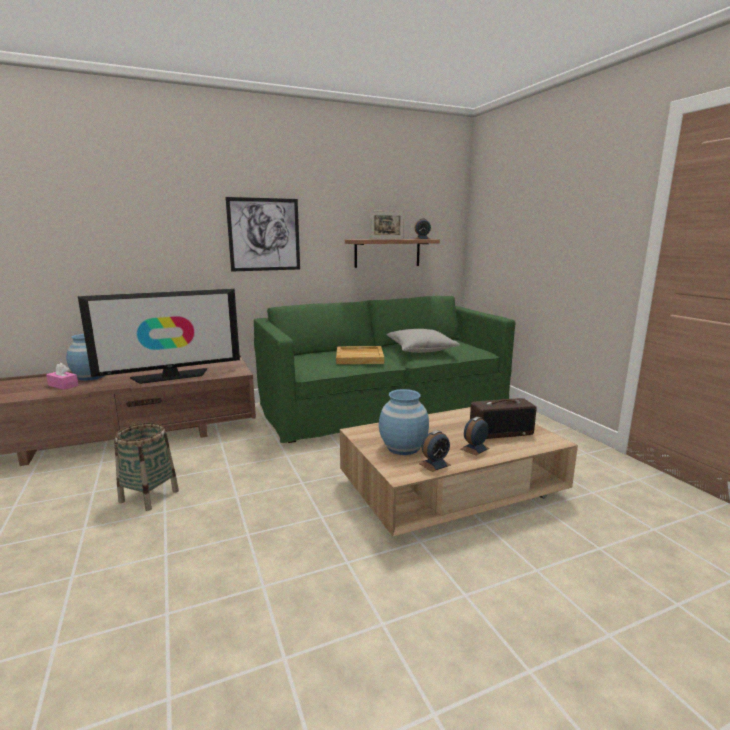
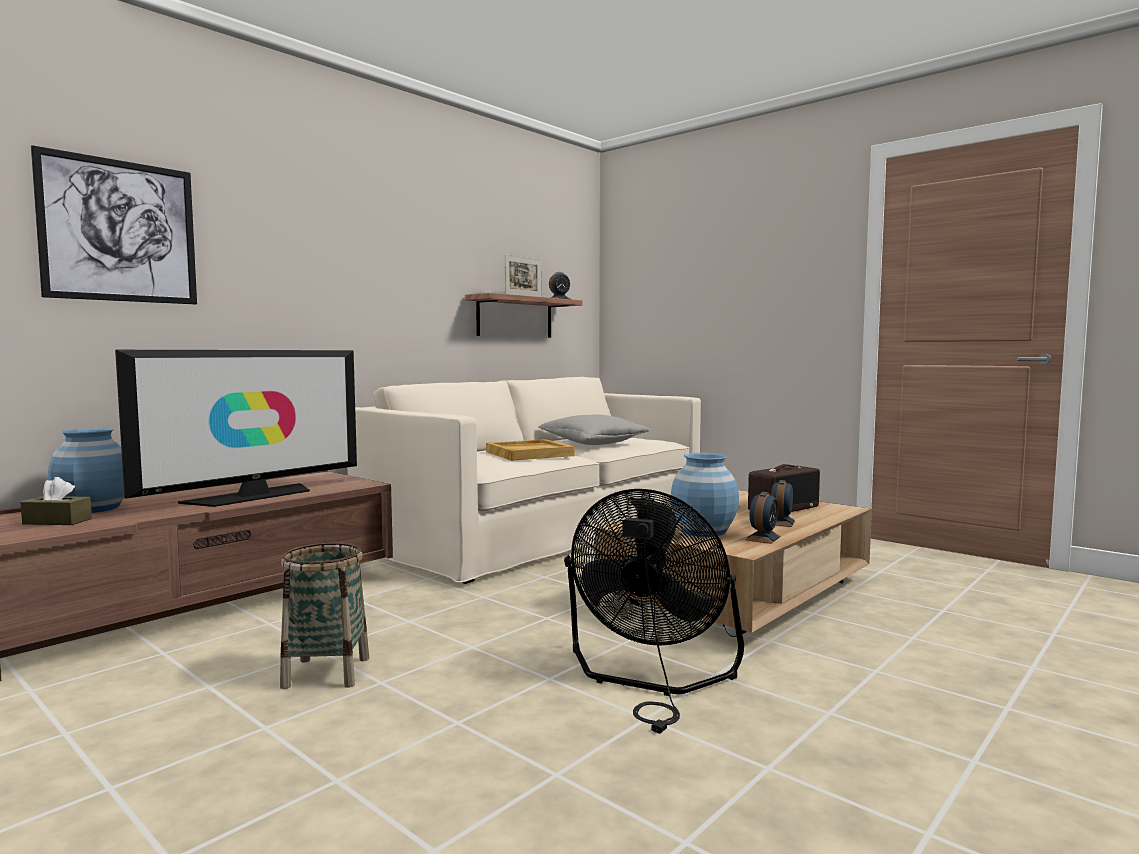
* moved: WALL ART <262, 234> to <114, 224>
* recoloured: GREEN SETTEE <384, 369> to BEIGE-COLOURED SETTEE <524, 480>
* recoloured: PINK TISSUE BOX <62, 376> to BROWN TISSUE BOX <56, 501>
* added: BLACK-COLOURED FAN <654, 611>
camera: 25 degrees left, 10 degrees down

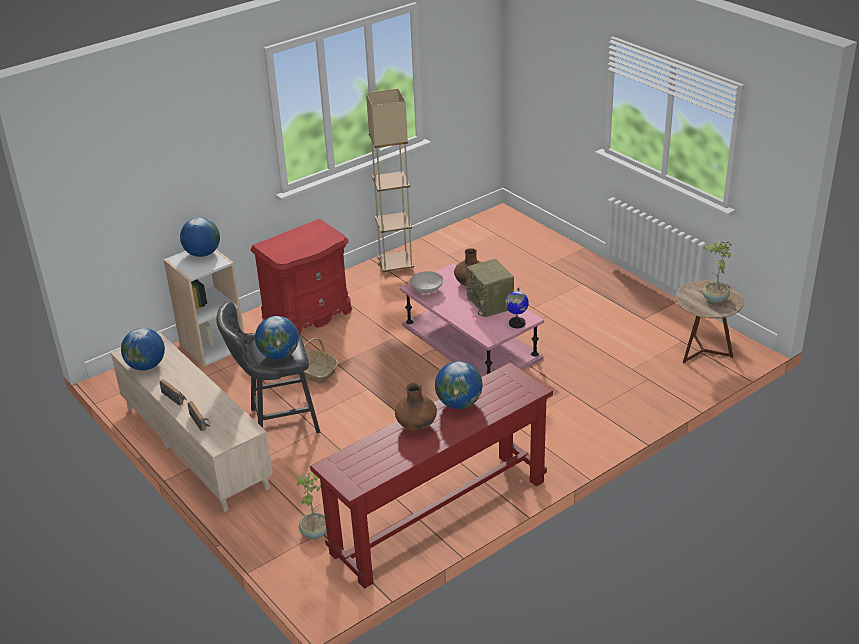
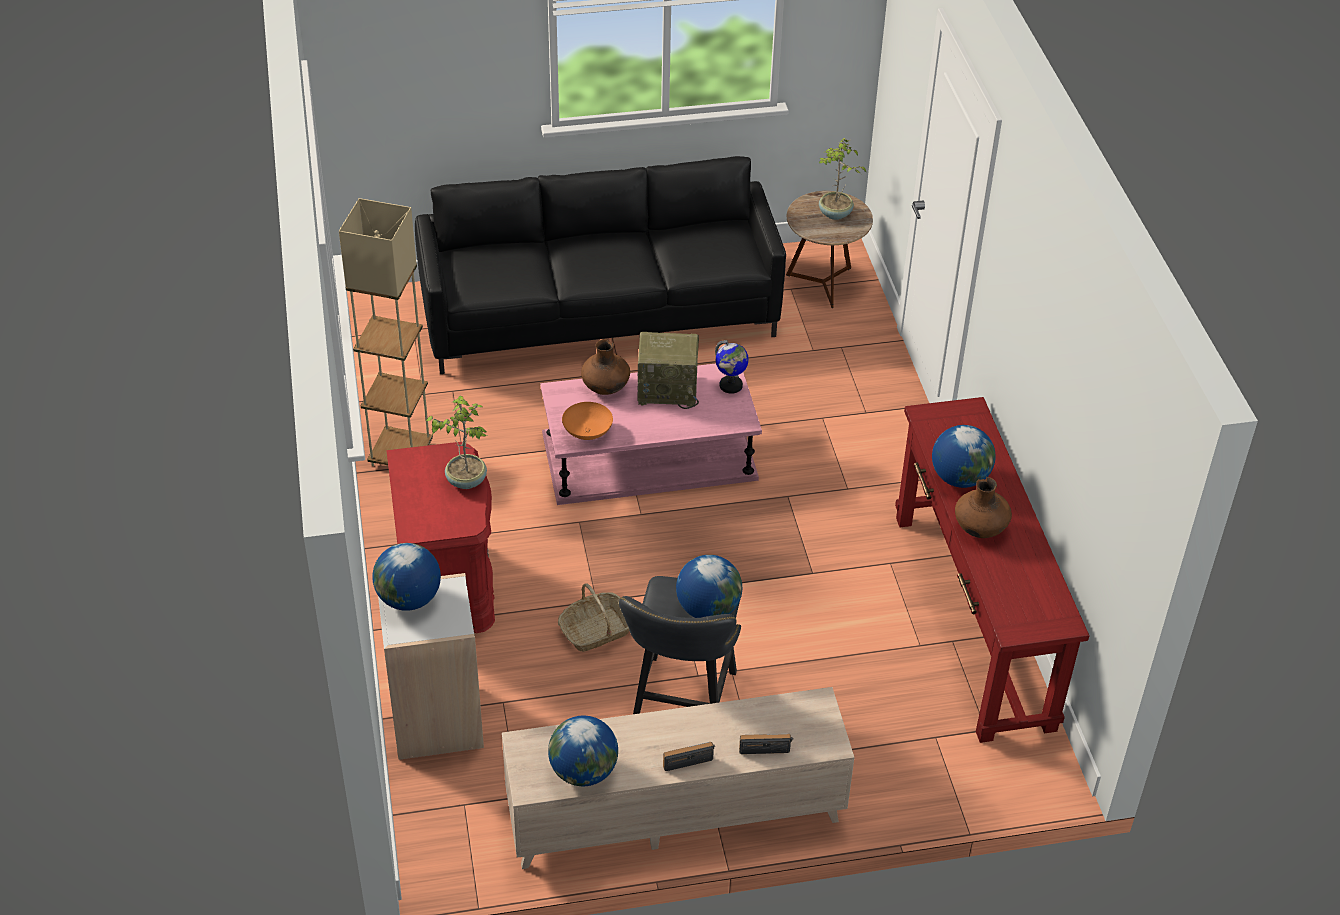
* recoloured: WHITISH SERVING BOWL <426, 282> to ORANGE SERVING BOWL <587, 421>
* moved: POTTED PLANT <311, 505> to <456, 442>
* added: BLACK-COLOURED SETTEE <600, 265>
camera: 65 degrees left, 10 degrees up

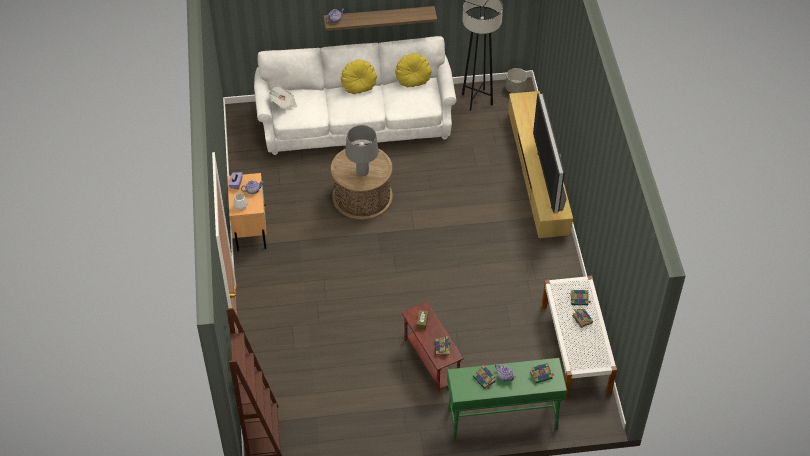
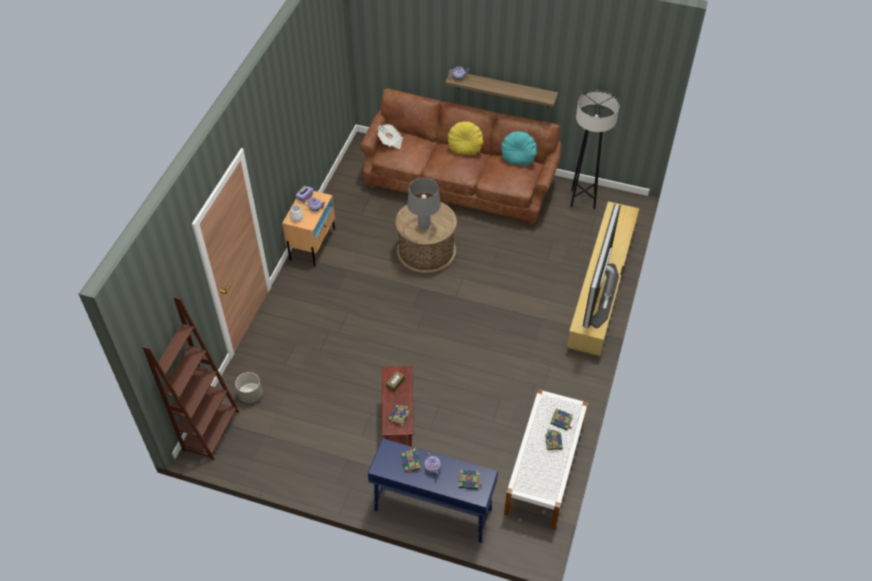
* recoloured: WHITISH SETTEE <355, 95> to BROWN SETTEE <461, 157>
* recoloured: YELLOW THROW PILLOW <413, 70> to TURQUOISE THROW PILLOW <519, 148>
* moved: GREY PLANT POT <516, 80> to <248, 387>
* recoloured: GREEN CONSOLE TABLE <507, 399> to BLUE CONSOLE TABLE <433, 490>
camera: 25 degrees right, 0 degrees up

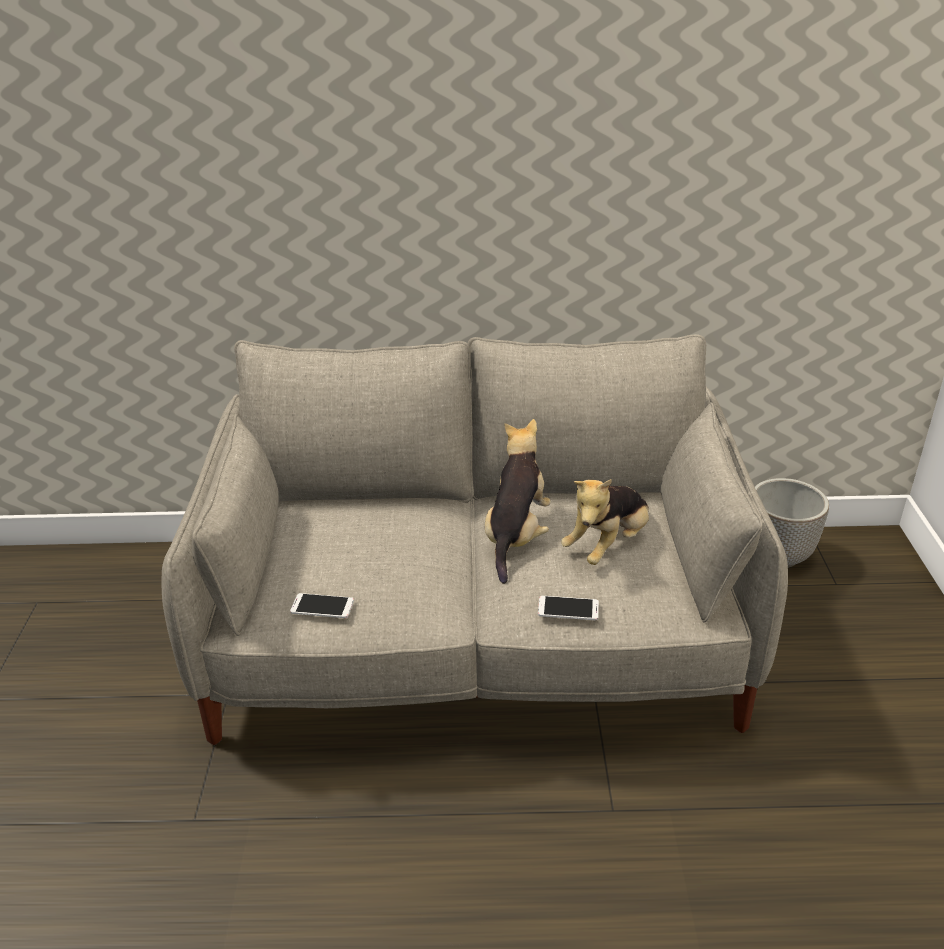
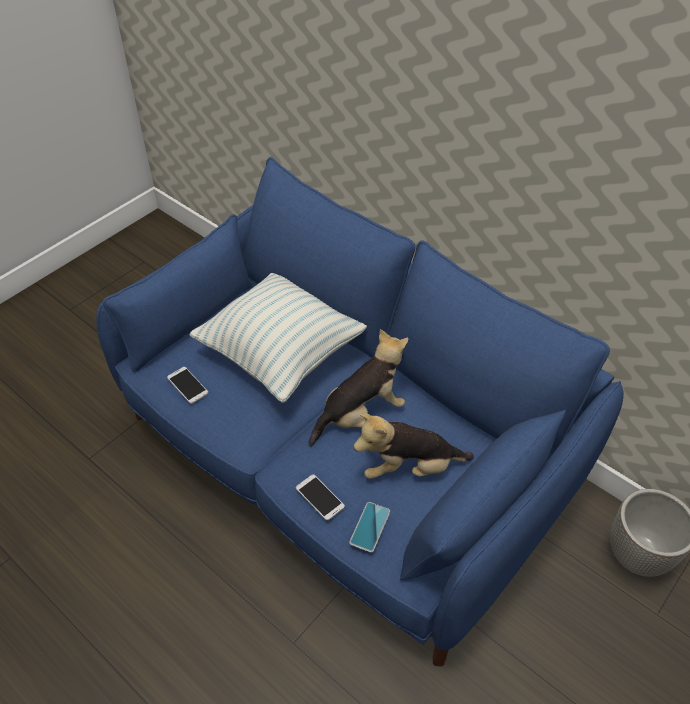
* recoloured: BEIGE-COLOURED SETTEE <474, 539> to BLUE SETTEE <360, 412>
* added: THROW PILLOW <278, 338>
* added: PHONE <369, 527>
camera: 40 degrees right, 15 degrees up

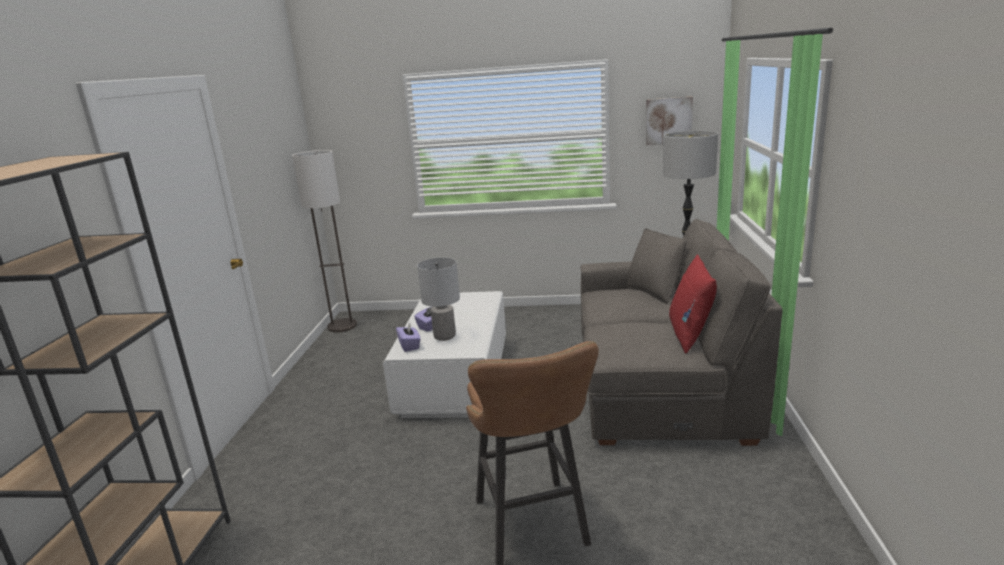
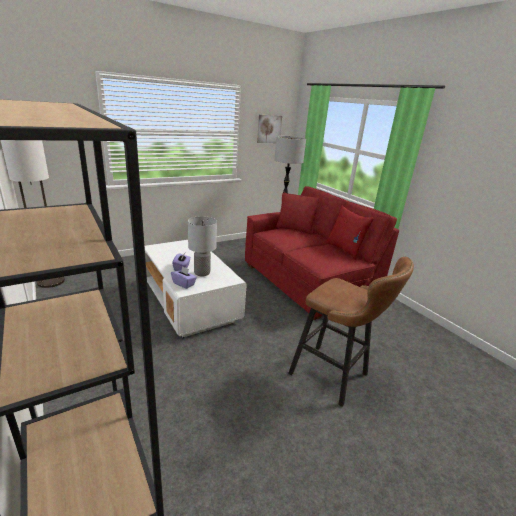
* recoloured: GREY SETTEE <681, 332> to RED SETTEE <322, 253>
camera: 40 degrees left, 5 degrees up

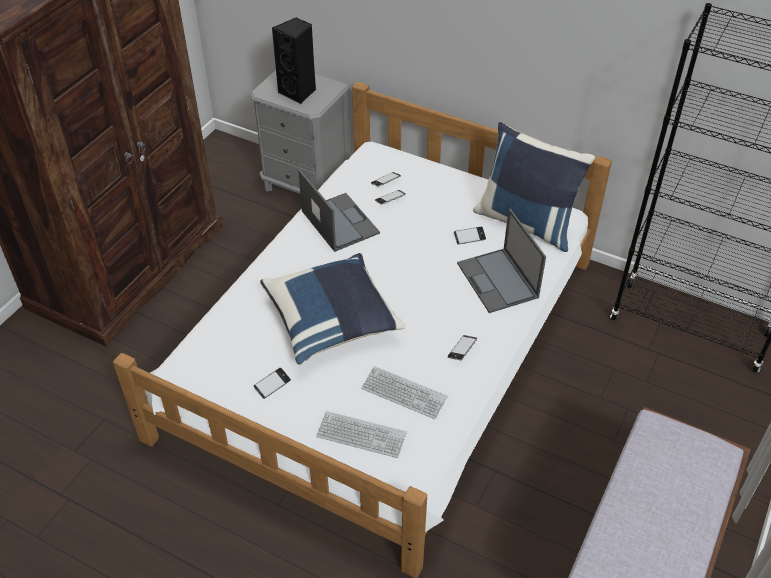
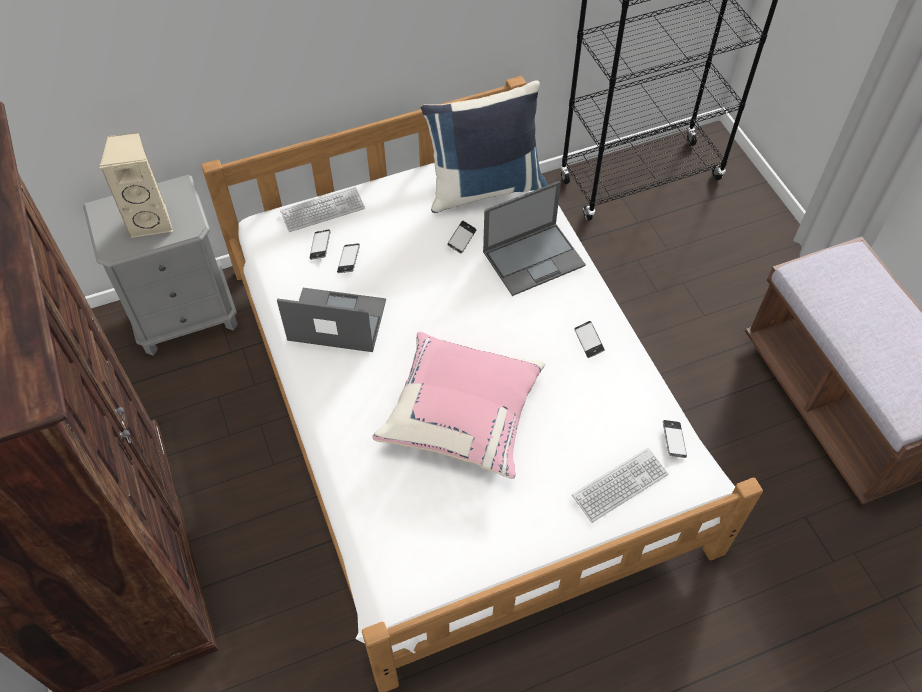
* recoloured: BLACK-COLOURED LOUDSPEAKER <294, 60> to BEIGE-COLOURED LOUDSPEAKER <136, 185>
* turned: LAPTOP <501, 261> = <534, 238> 45 degrees counterclockwise
* recoloured: BLUE THROW PILLOW <332, 309> to PINK THROW PILLOW <458, 405>
* moved: COMPUTER KEYBOARD <404, 392> to <322, 209>
* moved: PHONE <272, 383> to <675, 439>
camera: 50 degrees left, 10 degrees up

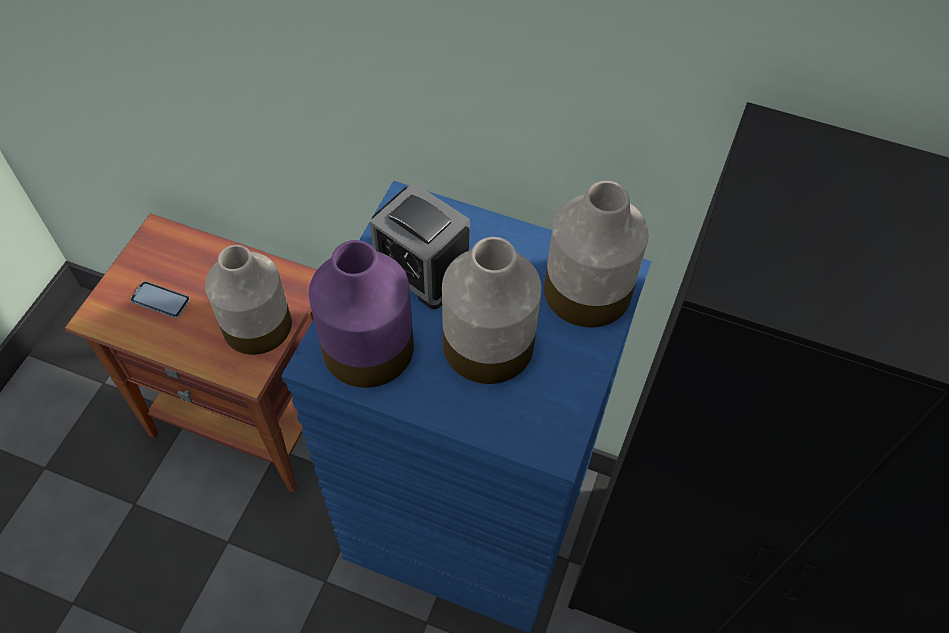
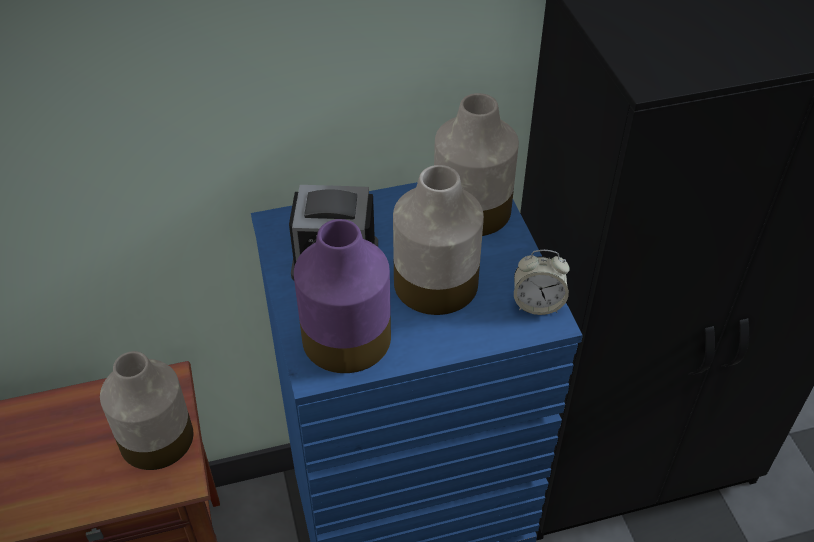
* removed: PHONE <160, 299>
* added: ALARM CLOCK <542, 282>
camera: 35 degrees left, 10 degrees down

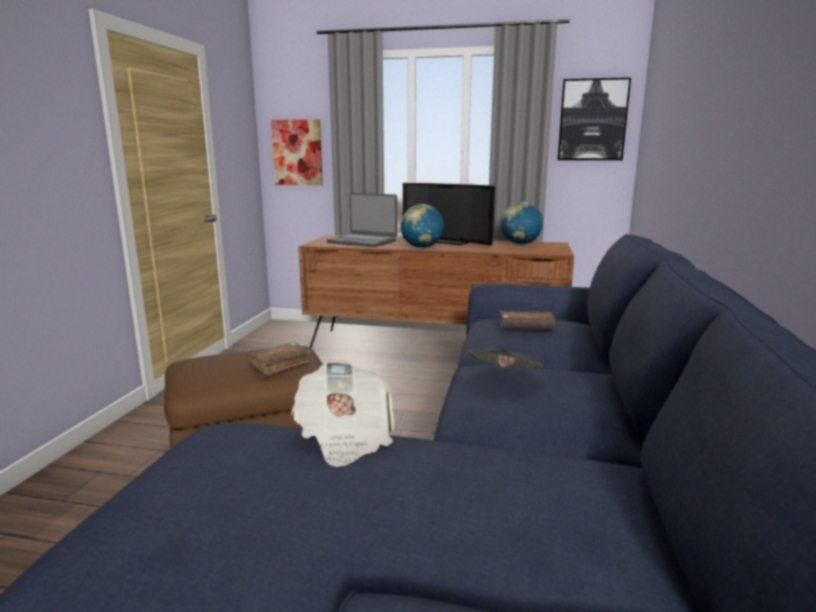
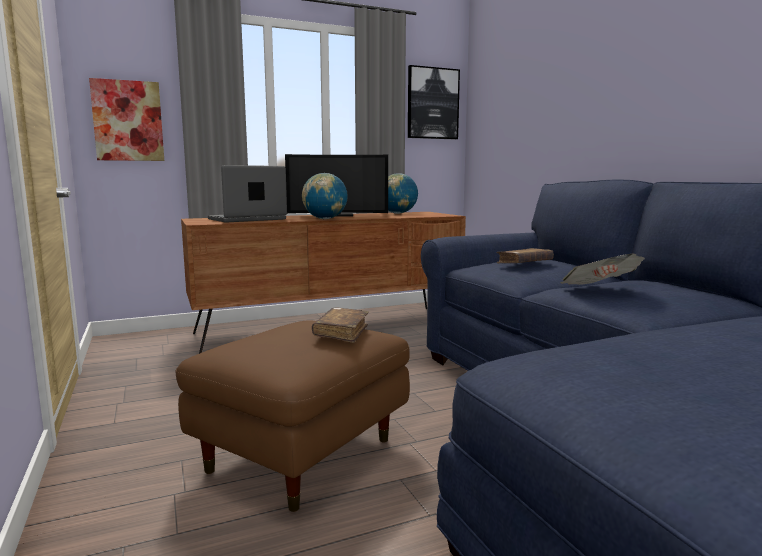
* turned: LAPTOP <362, 220> = <247, 194> 150 degrees clockwise
* removed: PRINTED PAPER <342, 413>
camera: 35 degrees left, 5 degrees down

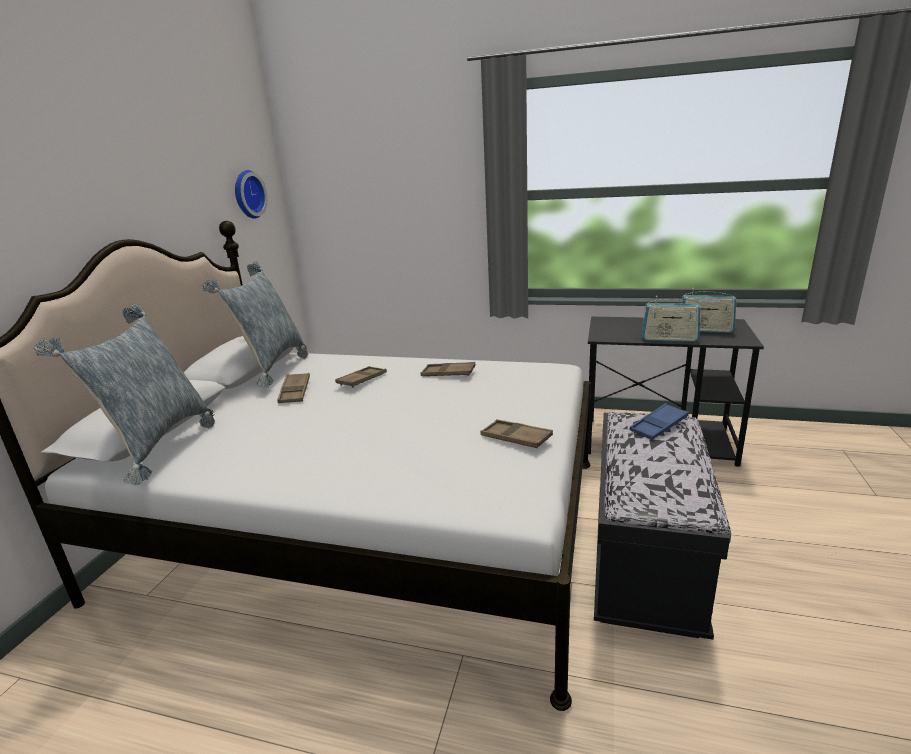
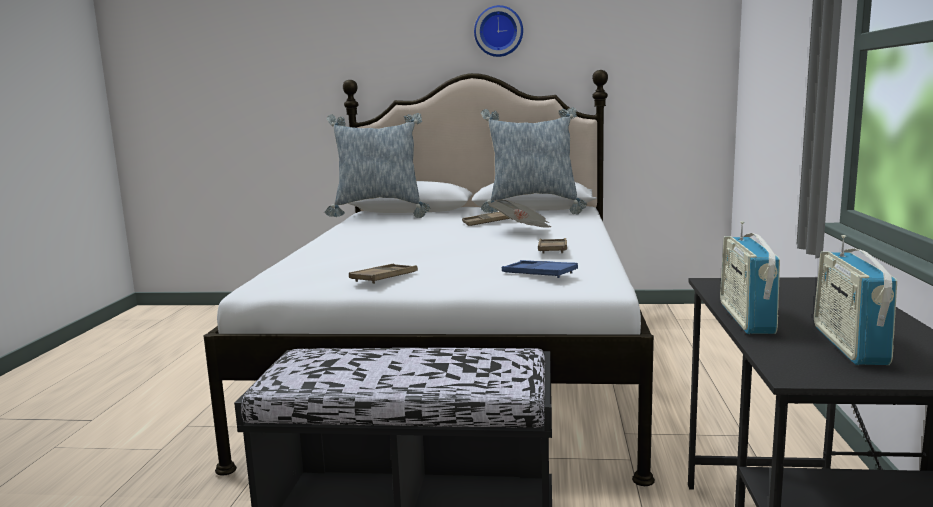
* moved: HANGING CLOCK <251, 194> to <498, 31>
* replaced: BROWN CARRYING TRAY <361, 377> to PRINTED PAPER <519, 214>
* moved: BLUE CARRYING TRAY <659, 421> to <540, 269>
camera: 80 degrees right, 10 degrees down

